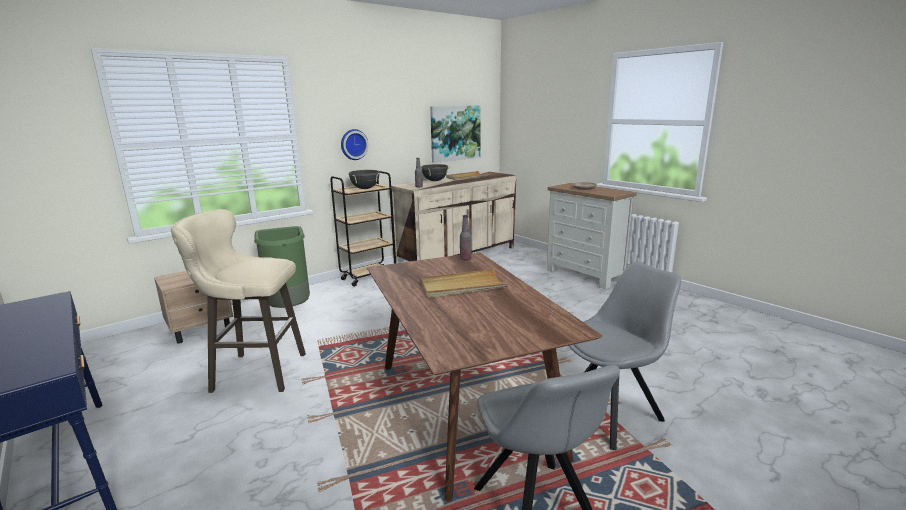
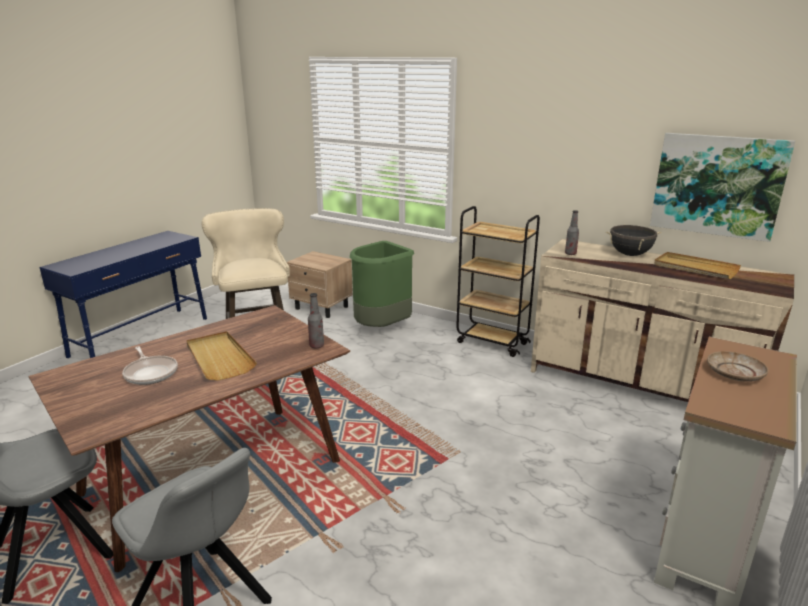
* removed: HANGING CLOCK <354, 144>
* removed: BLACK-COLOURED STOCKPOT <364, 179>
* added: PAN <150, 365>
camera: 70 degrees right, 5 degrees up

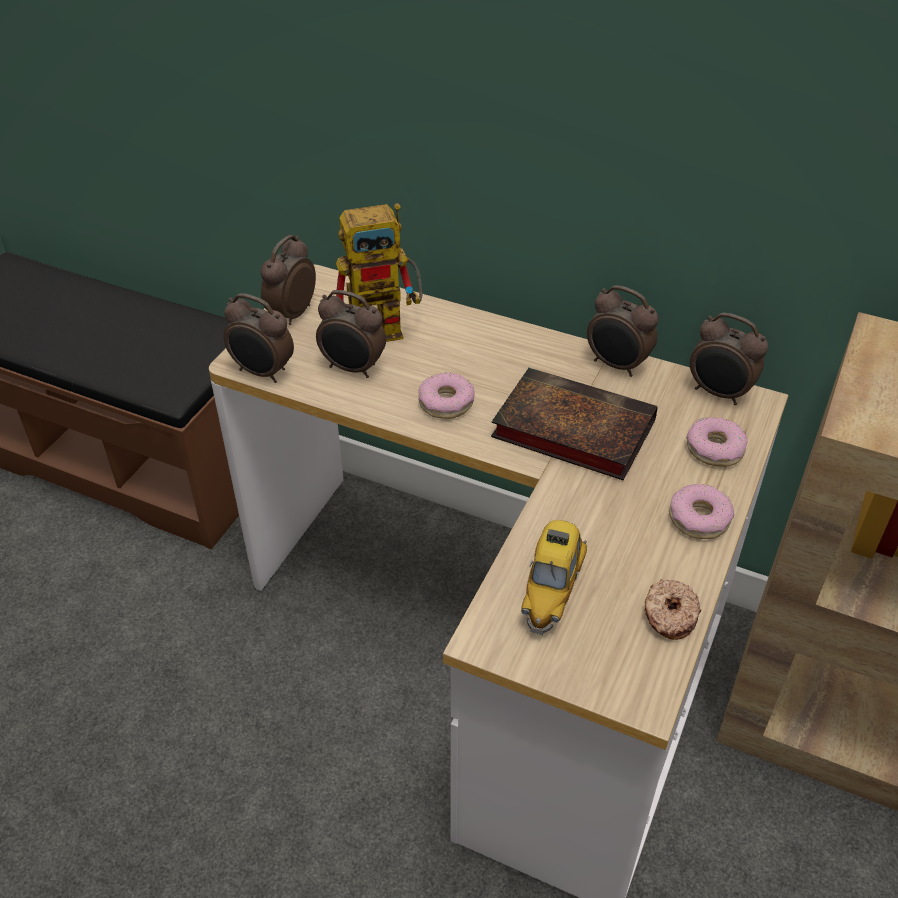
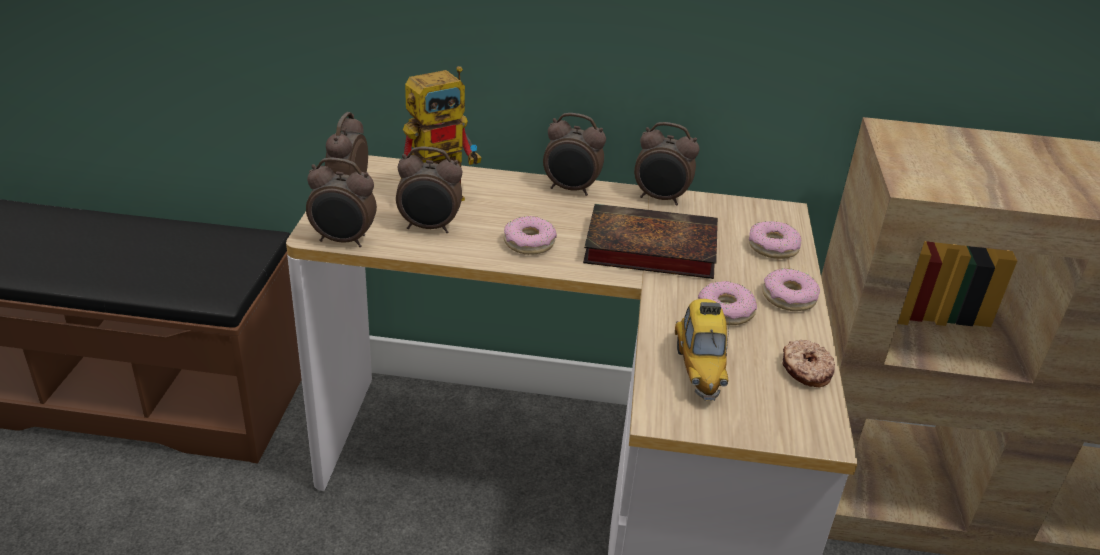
* moved: ALARM CLOCK <729, 359> to <574, 154>
* added: DOUGHNUT <727, 303>
camera: 20 degrees left, 10 degrees down

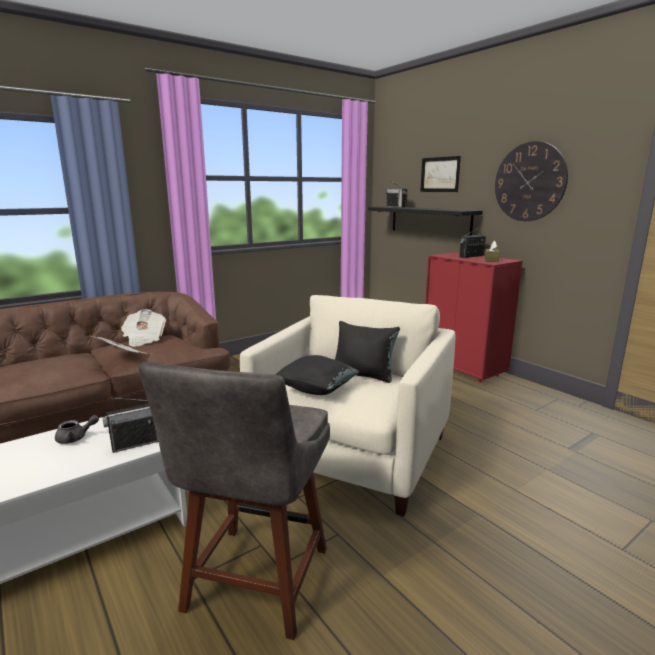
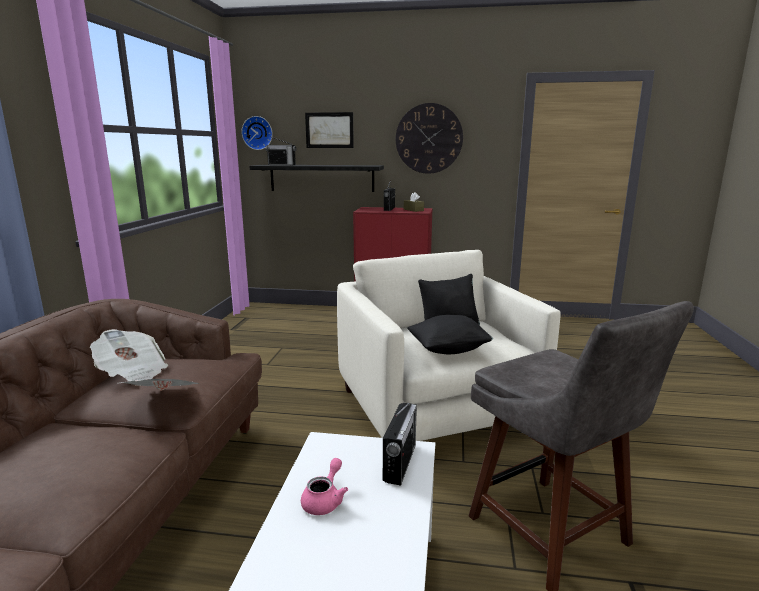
* recoloured: GREY TEAPOT <77, 429> to PINK TEAPOT <324, 486>
* added: HANGING CLOCK <257, 133>
camera: 45 degrees left, 0 degrees up

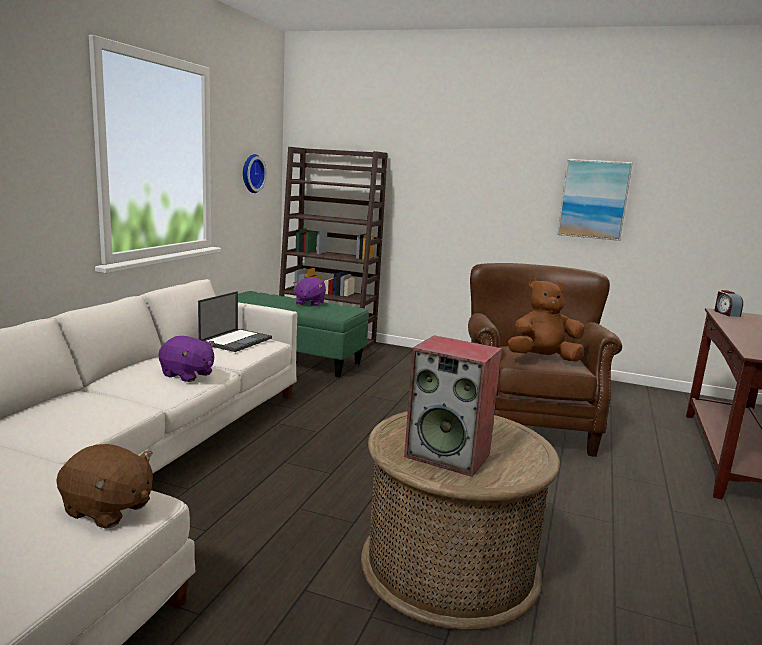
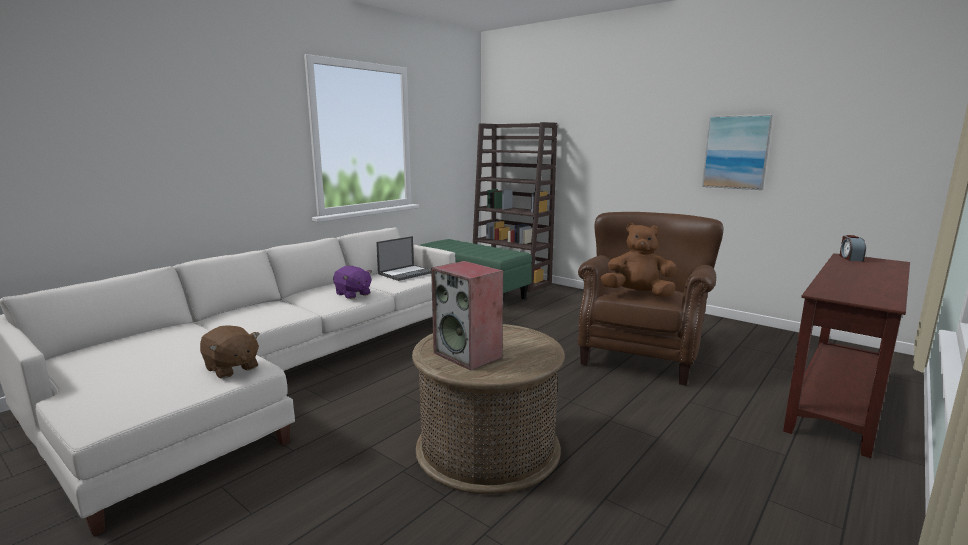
* removed: HANGING CLOCK <255, 173>
* removed: PURPLISH PLUSH TOY <310, 292>
camera: 20 degrees right, 0 degrees up

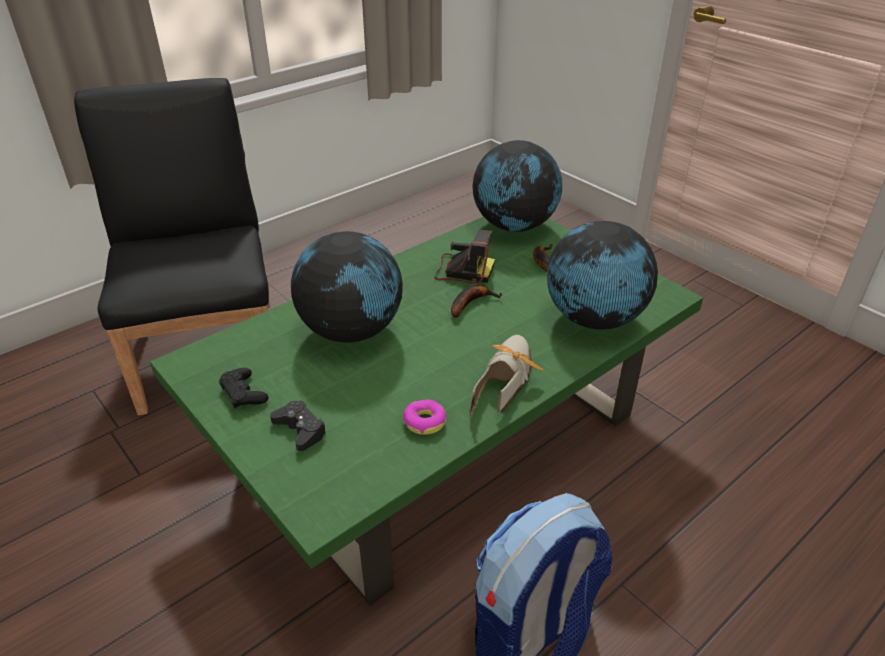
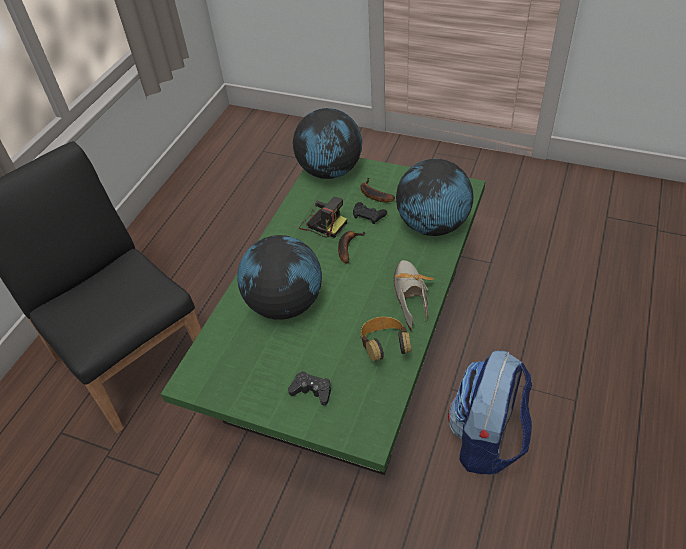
* turned: PHOTO CAMERA <464, 257> = <323, 217> 45 degrees clockwise
* moved: BLACK-COLOURED GAMEPAD <244, 388> to <370, 213>
* replaced: DOUGHNUT <424, 417> to PAIR OF HEADPHONES <385, 339>
camera: 25 degrees left, 10 degrees up

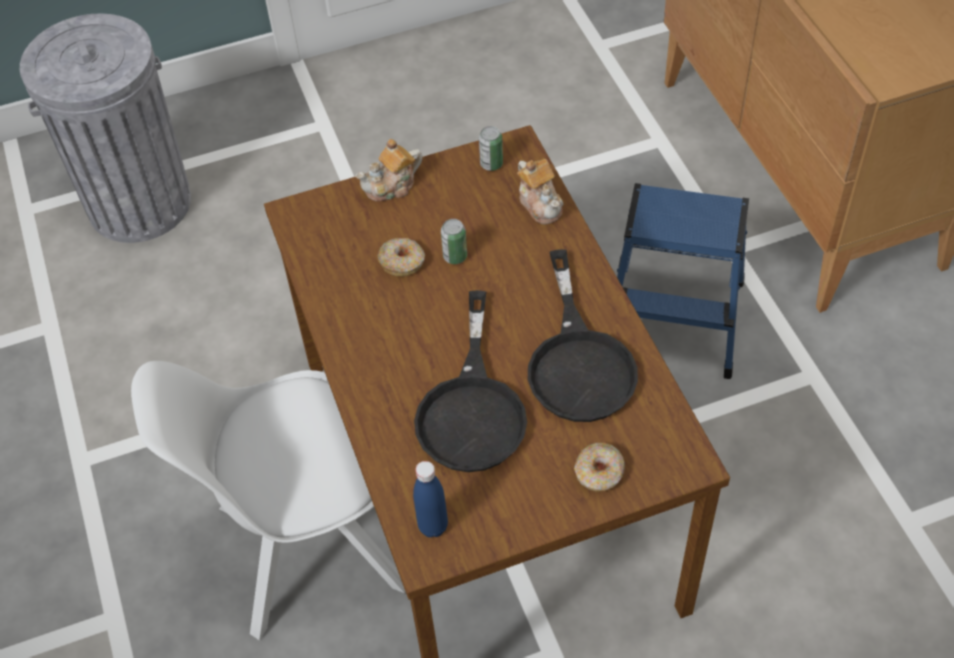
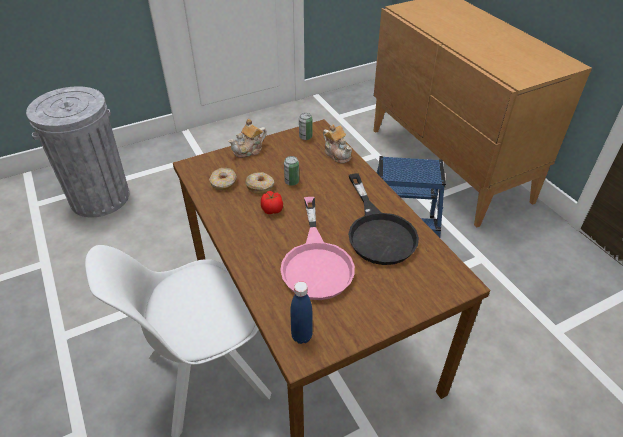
* recoloured: BLACK-COLOURED PAN <470, 381> to PINK PAN <317, 248>
* moved: DOUGHNUT <599, 467> to <222, 179>
* added: WHOLE TOMATO <272, 202>
camera: 10 degrees left, 10 degrees down

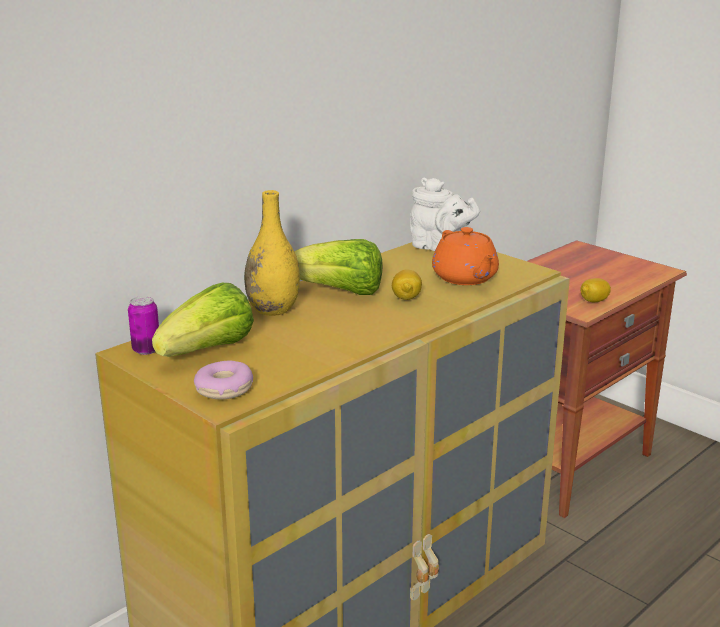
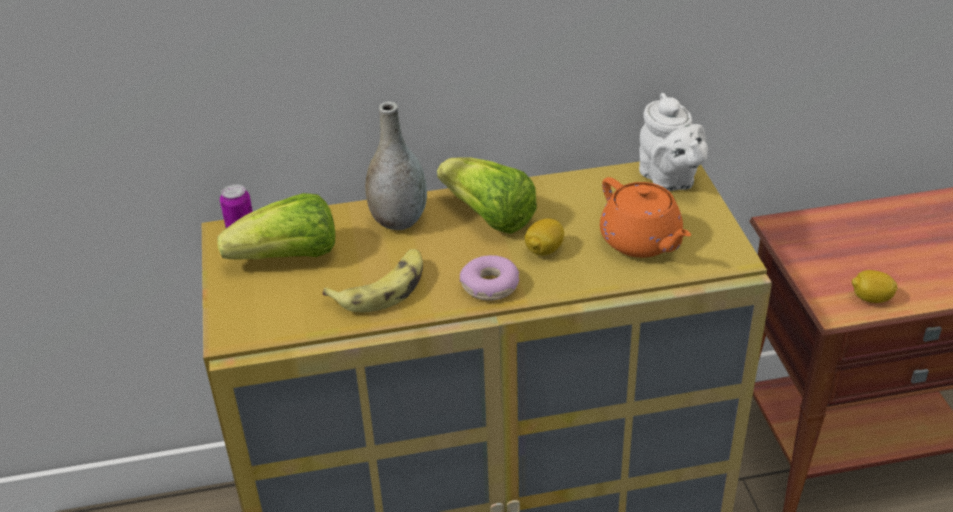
* recoloured: YELLOW DECORATIVE VASE <272, 253> to GREY DECORATIVE VASE <396, 165>
* turned: ORANGE TEAPOT <465, 256> = <645, 217> 45 degrees counterclockwise
* moved: DOUGHNUT <223, 380> to <489, 278>
* added: BANANA FRUIT <373, 281>
camera: 35 degrees right, 15 degrees up

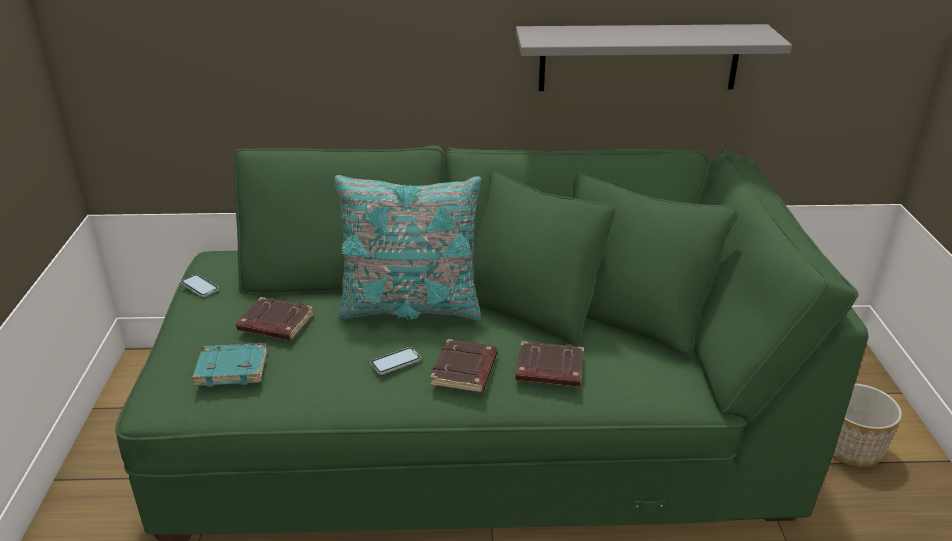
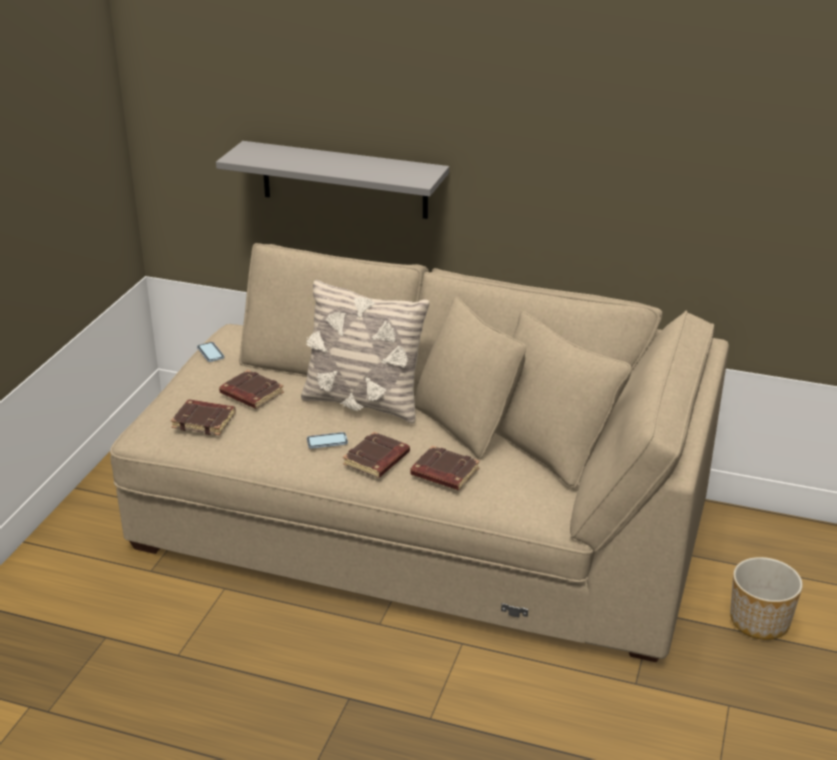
* moved: GREY SHELF <654, 57> to <332, 180>
* recoloured: GREEN SETTEE <491, 343> to BEIGE-COLOURED SETTEE <419, 452>
* recoloured: TURQUOISE THROW PILLOW <407, 248> to BEIGE-COLOURED THROW PILLOW <365, 351>
* recoloured: TURQUOISE BOOK <229, 365> to BROWN BOOK <203, 417>
camera: 20 degrees right, 0 degrees up

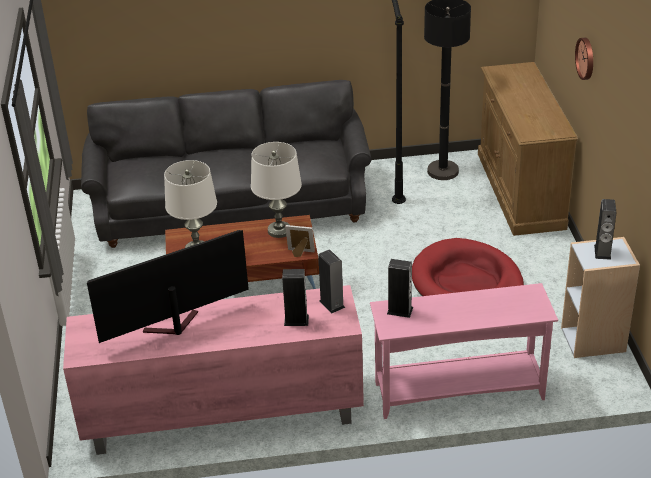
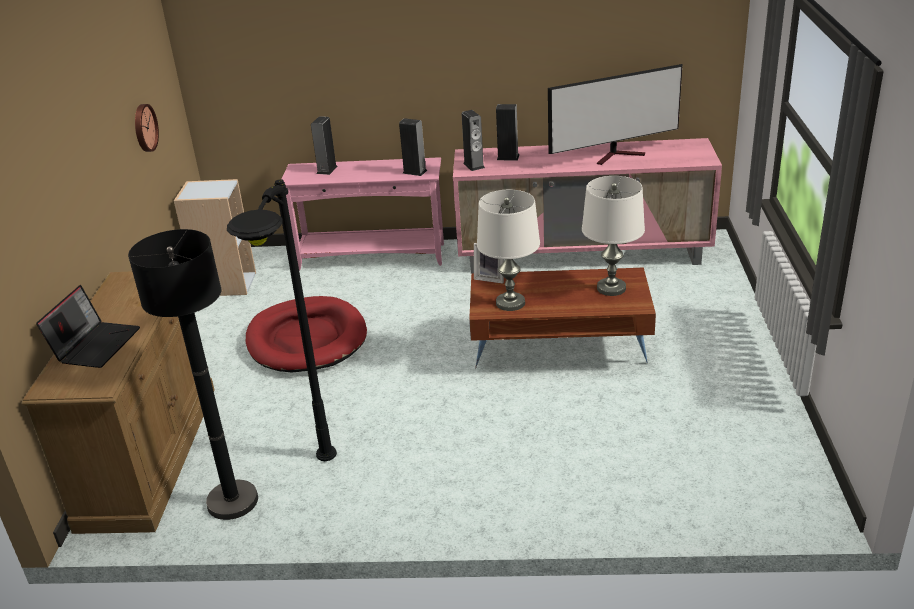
* moved: HANGING CLOCK <584, 59> to <147, 128>
* removed: BLACK-COLOURED SETTEE <226, 164>
* moved: LOUDSPEAKER <605, 229> to <324, 145>
* added: LAPTOP <88, 326>
camera: 170 degrees left, 5 degrees down

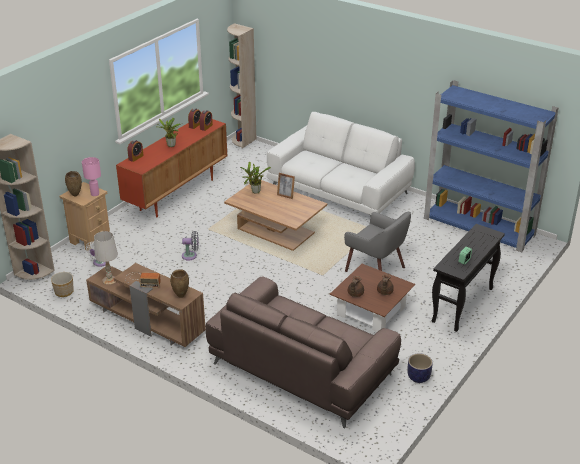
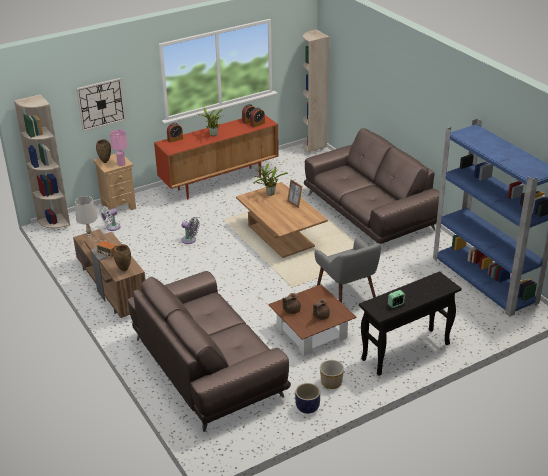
* recoloured: WHITISH SETTEE <341, 165> to BROWN SETTEE <372, 186>
* moved: PLANT POT <62, 284> to <332, 374>
* added: HANGING CLOCK <101, 104>
camera: 25 degrees right, 0 degrees up

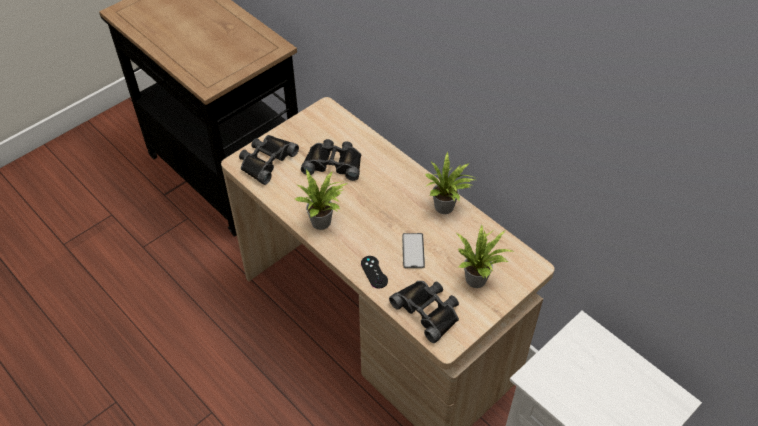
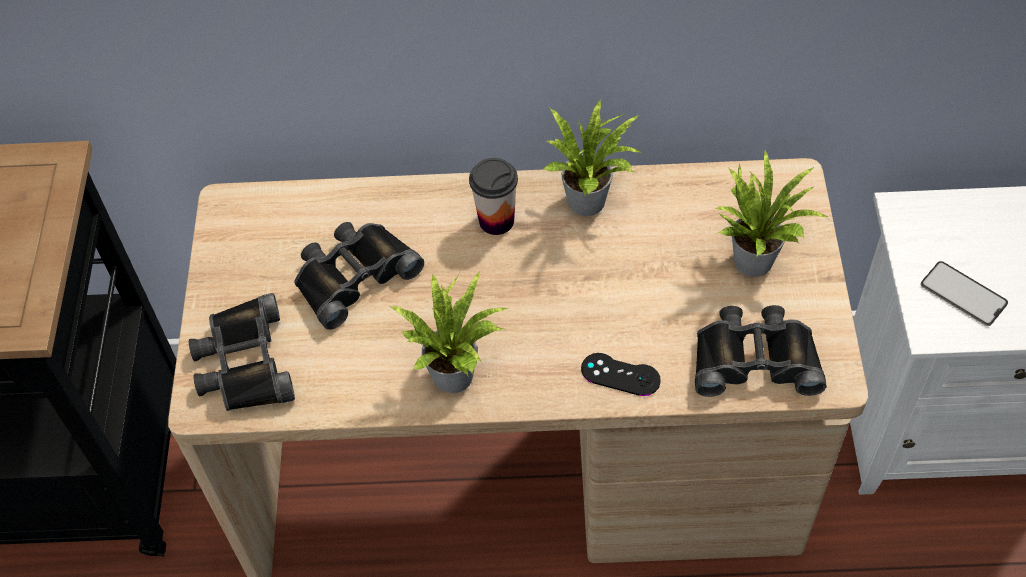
* moved: PHONE <413, 251> to <964, 293>
* added: DRINKING CUP <493, 196>
camera: 45 degrees left, 5 degrees up

